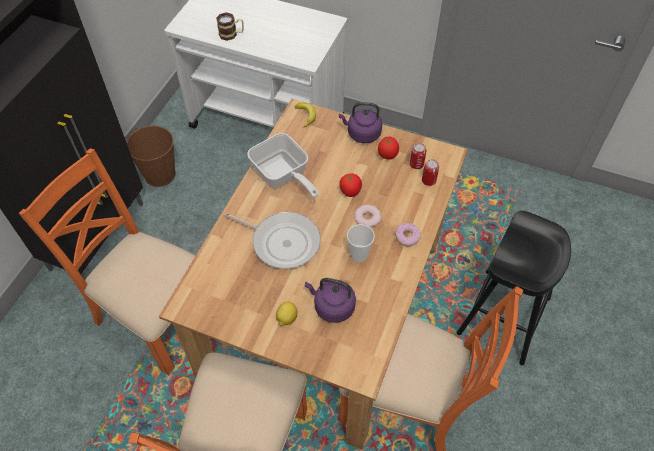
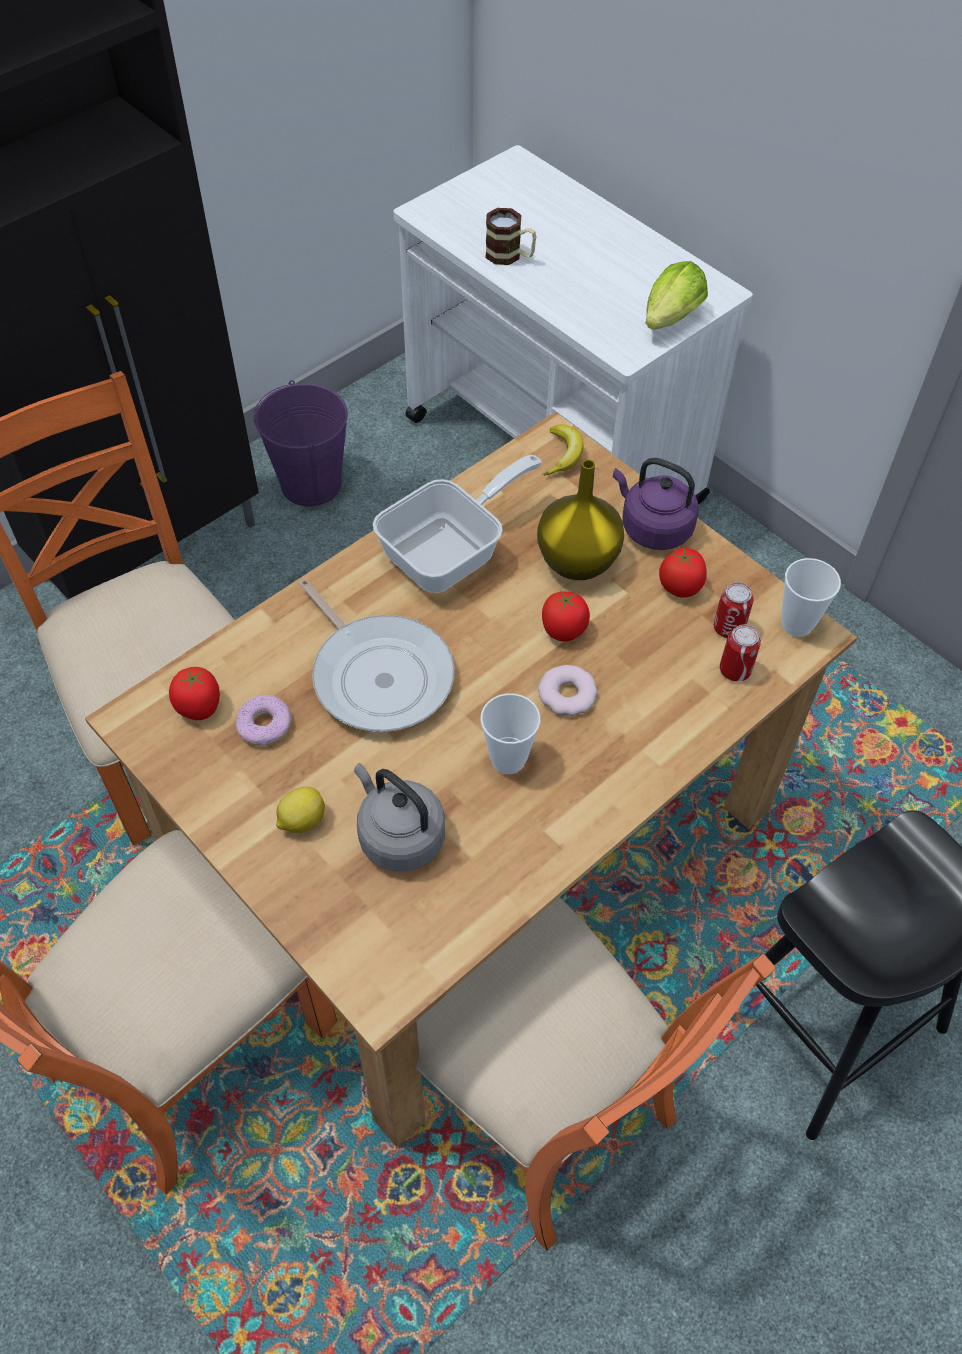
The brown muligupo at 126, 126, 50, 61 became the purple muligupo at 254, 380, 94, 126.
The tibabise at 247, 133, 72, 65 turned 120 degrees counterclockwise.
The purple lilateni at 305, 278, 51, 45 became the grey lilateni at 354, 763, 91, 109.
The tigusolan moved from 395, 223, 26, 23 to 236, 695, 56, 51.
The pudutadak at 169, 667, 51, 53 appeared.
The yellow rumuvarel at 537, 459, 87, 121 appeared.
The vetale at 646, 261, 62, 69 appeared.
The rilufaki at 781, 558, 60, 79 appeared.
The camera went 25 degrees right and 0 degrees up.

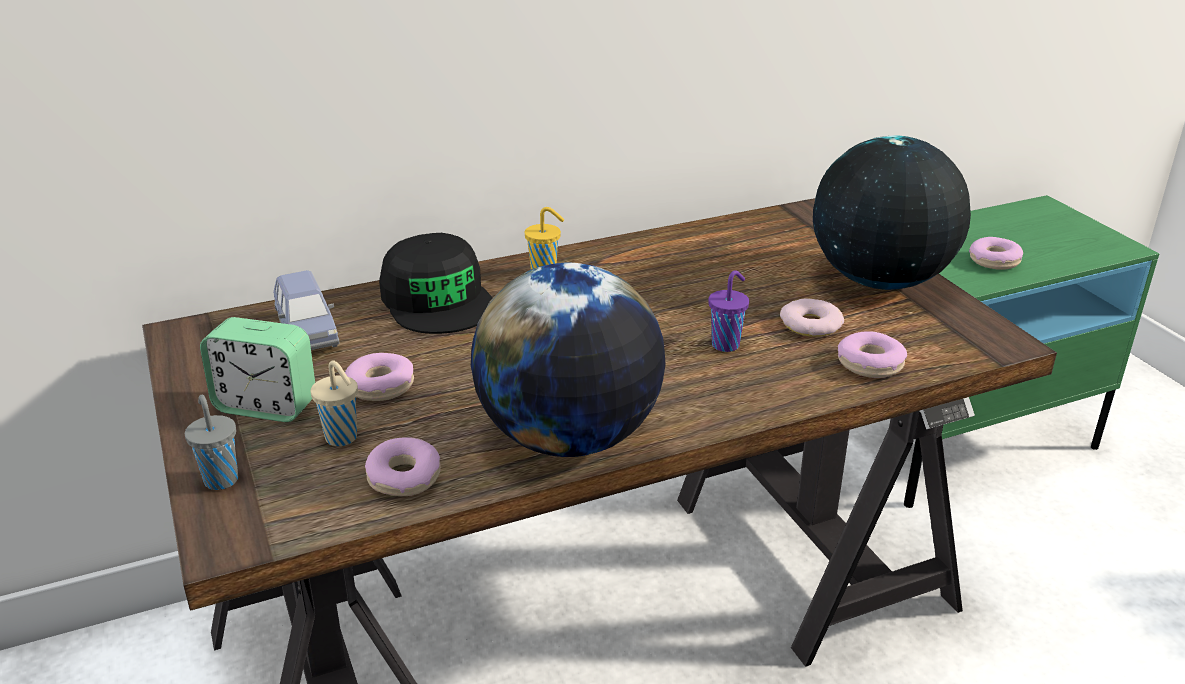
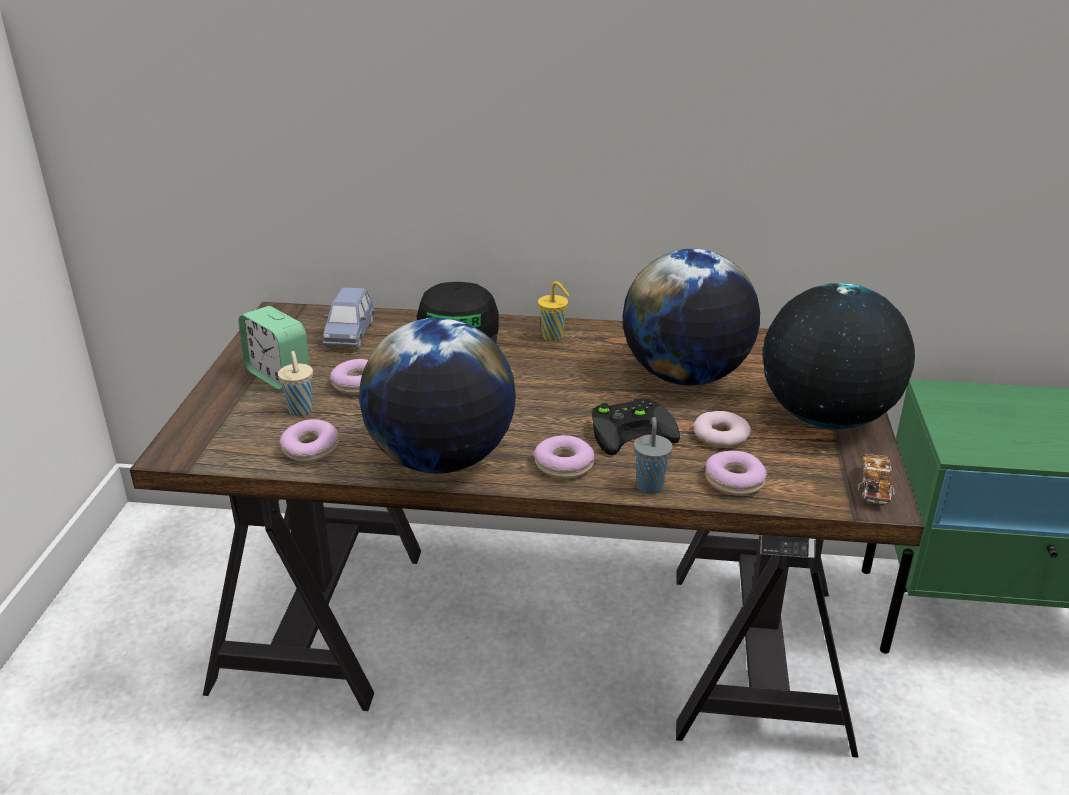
The grey rilufaki moved from 185, 395, 53, 95 to 634, 417, 39, 77.
The purple rilufaki at 708, 270, 41, 82 was replaced by the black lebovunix at 592, 398, 88, 57.
The tigusolan moved from 969, 237, 54, 33 to 534, 435, 60, 44.
The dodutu at 622, 249, 138, 137 appeared.
The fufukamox at 858, 454, 37, 50 appeared.
The camera went 30 degrees right and 0 degrees up.

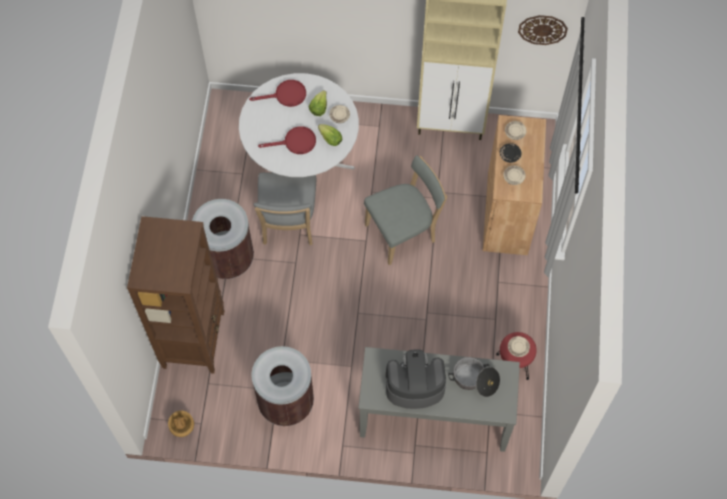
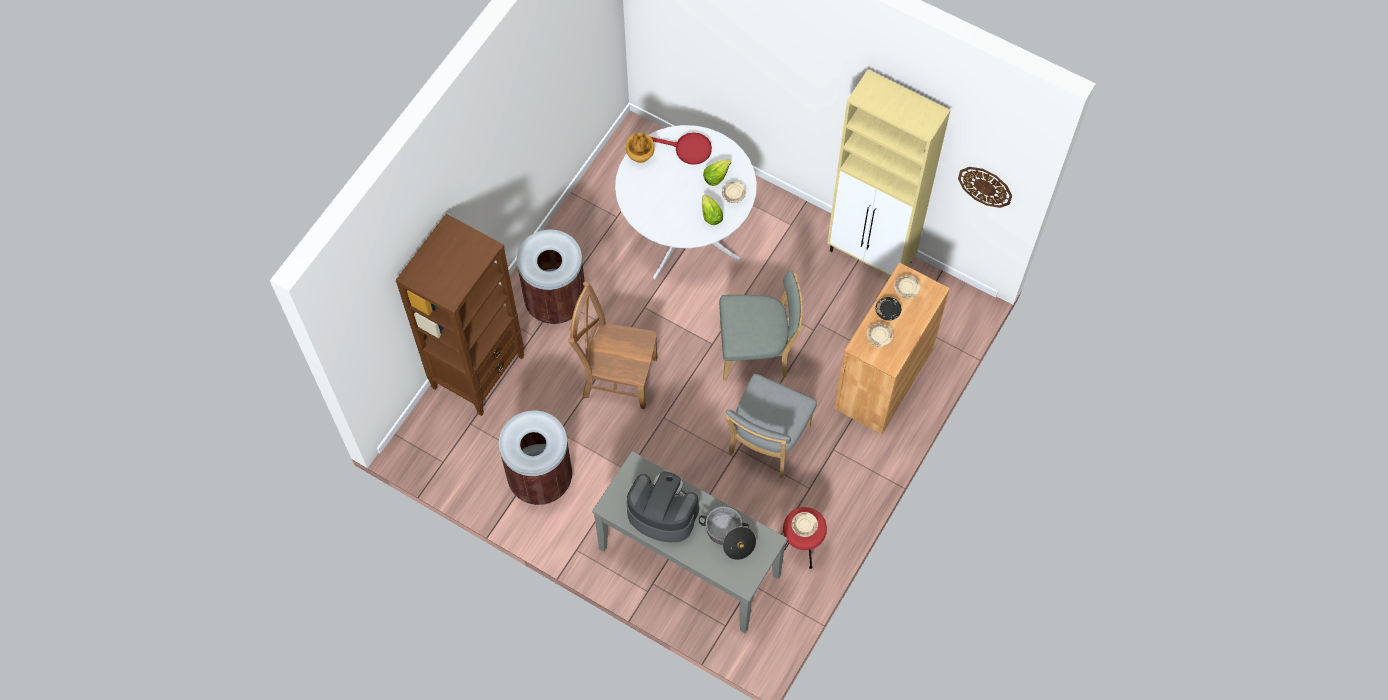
The brown rumuvarel moved from 168, 411, 26, 26 to 626, 133, 29, 30.
The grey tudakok moved from 253, 172, 63, 73 to 725, 374, 92, 104.
The red tibabise at 258, 126, 58, 28 disappeared.
The brown tudakok at 568, 281, 89, 128 appeared.
The camera went 25 degrees right and 0 degrees up.

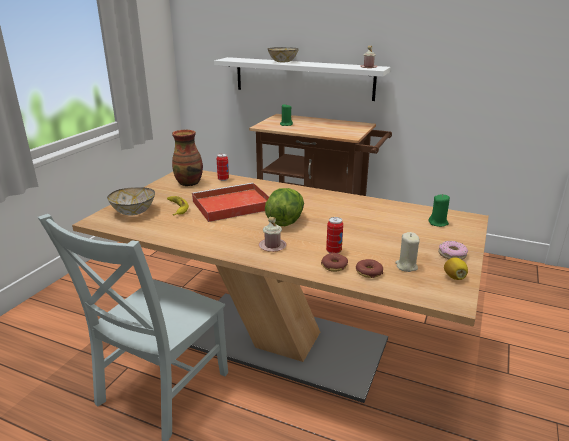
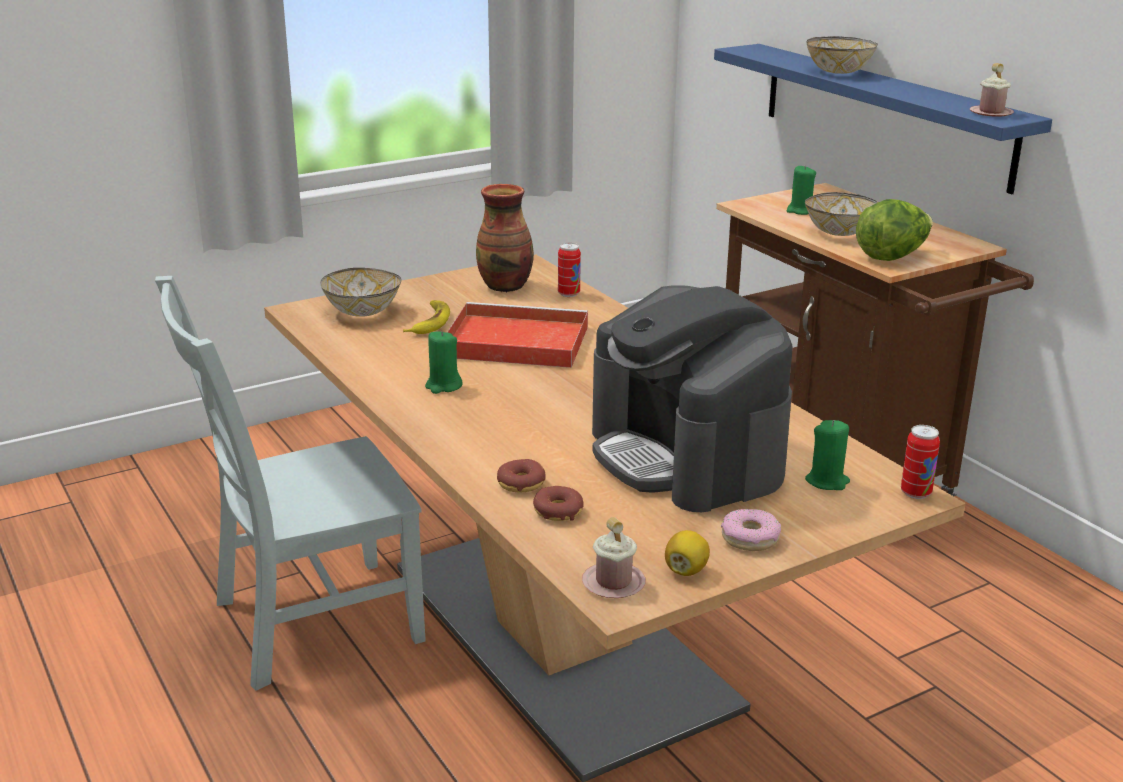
The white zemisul at 214, 57, 176, 44 became the blue zemisul at 714, 44, 338, 150.
The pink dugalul moved from 259, 217, 28, 35 to 582, 517, 64, 81.
The vetale moved from 265, 188, 39, 38 to 856, 199, 77, 62.
The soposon moved from 326, 217, 17, 37 to 901, 425, 39, 74.
The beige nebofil at 395, 232, 24, 40 disappeared.
The green nebofil at 425, 331, 37, 63 appeared.
The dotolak at 592, 285, 200, 227 appeared.
The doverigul at 805, 192, 73, 44 appeared.
The camera went 35 degrees right and 0 degrees up.

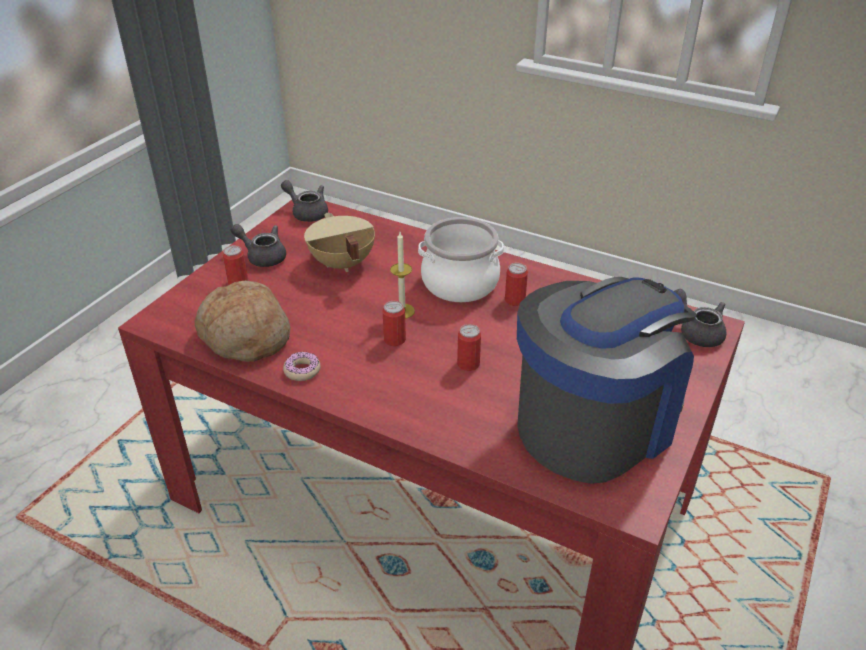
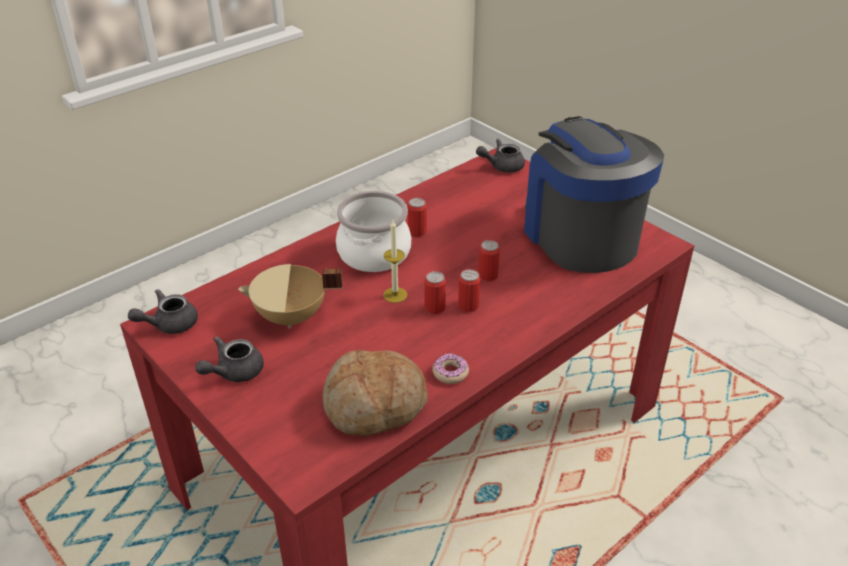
The soposon moved from 223, 245, 25, 40 to 458, 269, 22, 43.
The camera went 70 degrees left and 0 degrees up.

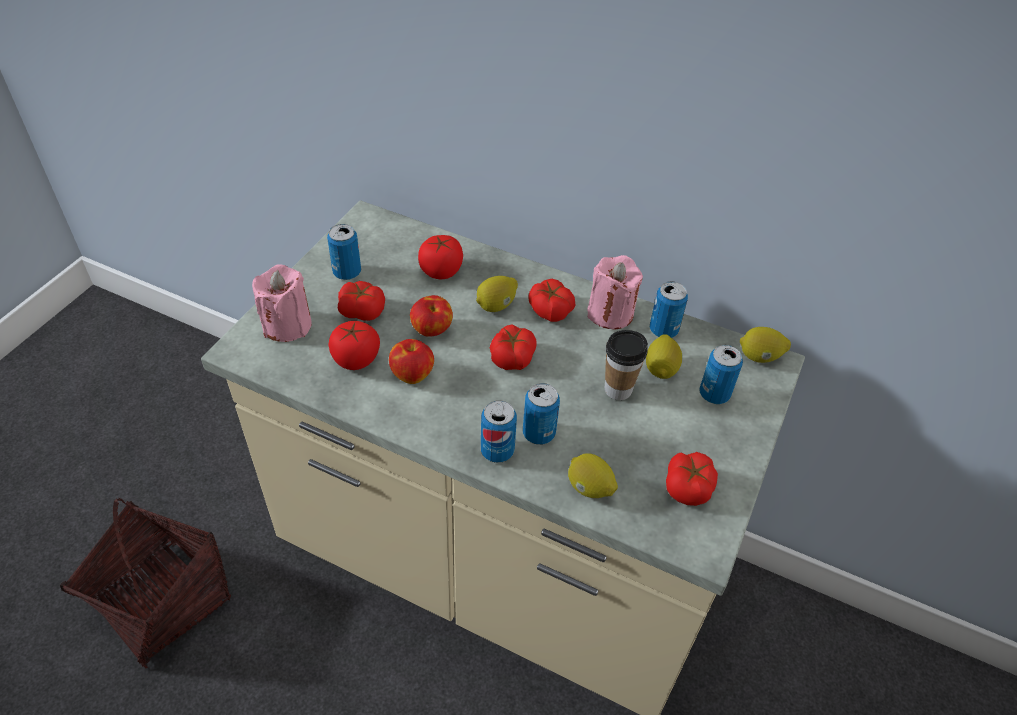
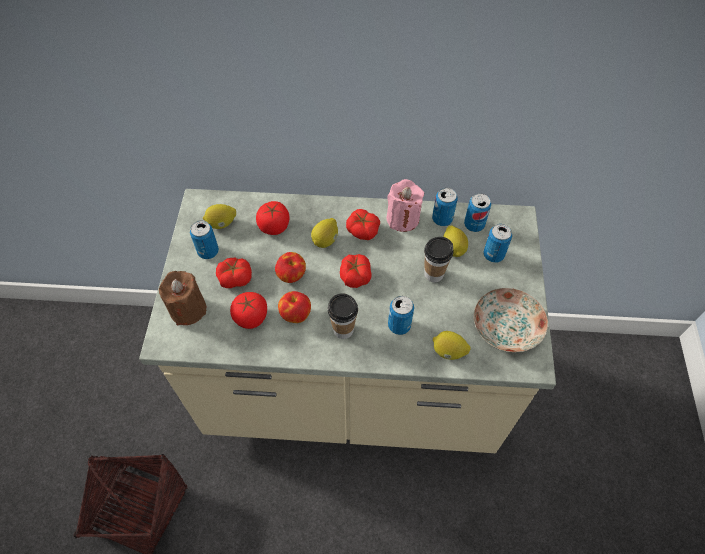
The pink nebofil at 252, 264, 60, 78 became the brown nebofil at 159, 271, 47, 55.
The soposon moved from 481, 400, 36, 63 to 464, 193, 27, 39.
The pudutadak at 666, 452, 52, 54 was replaced by the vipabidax at 474, 288, 74, 64.
The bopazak moved from 740, 327, 51, 36 to 203, 204, 33, 25.
The rilufaki at 328, 293, 30, 46 appeared.
The camera went 20 degrees left and 10 degrees up.

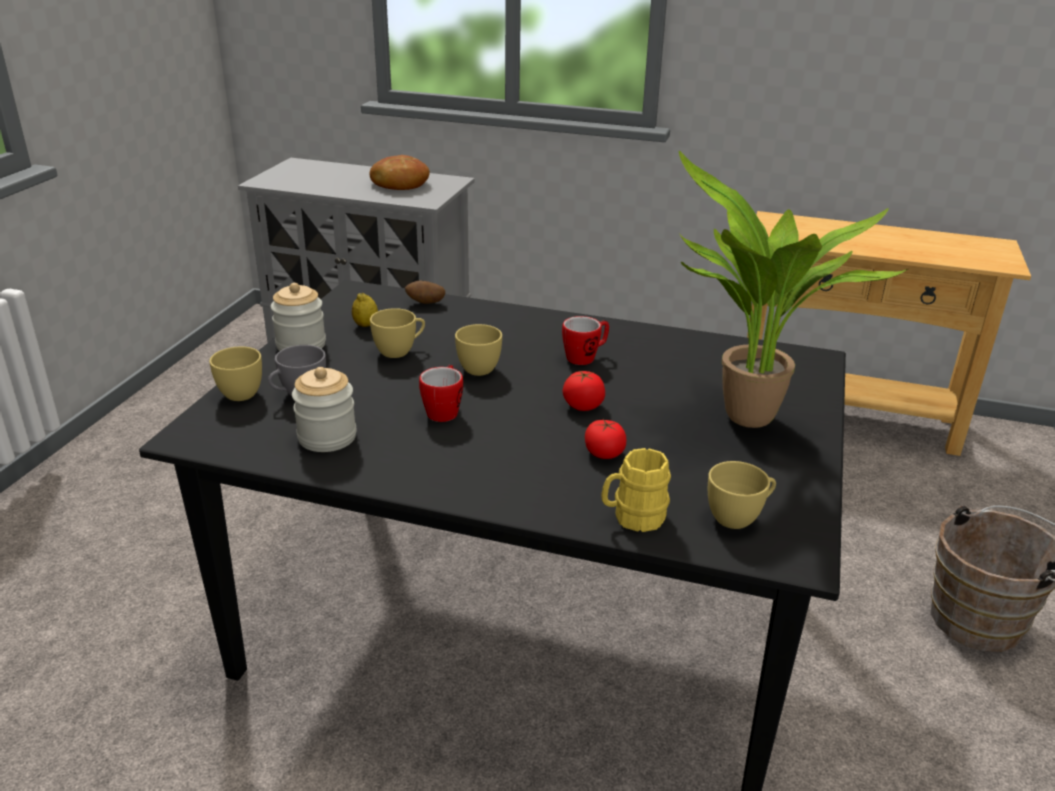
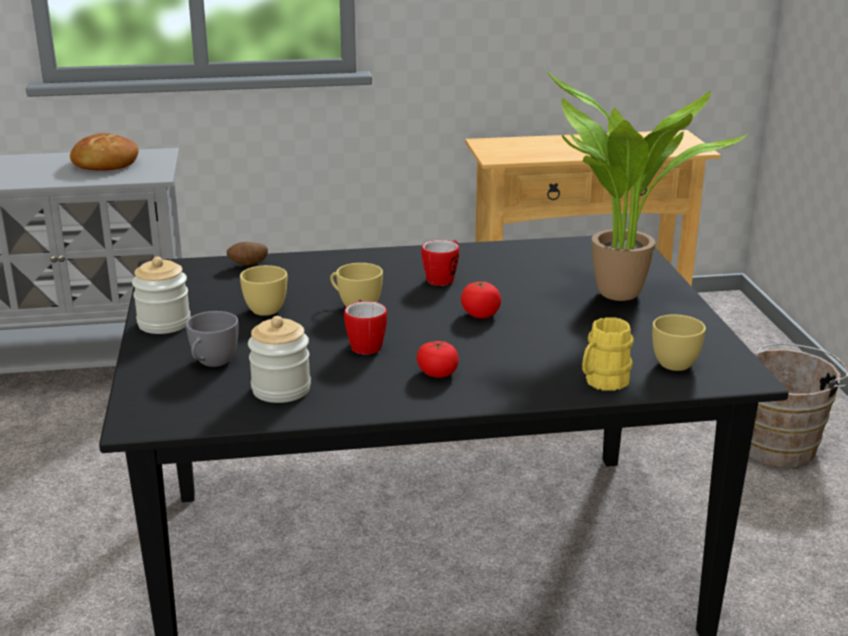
The yellow rilufaki at 209, 347, 53, 54 disappeared.
The bopazak at 352, 293, 26, 34 disappeared.
The pudutadak moved from 585, 419, 41, 40 to 417, 341, 42, 37.
The camera went 25 degrees left and 5 degrees down.

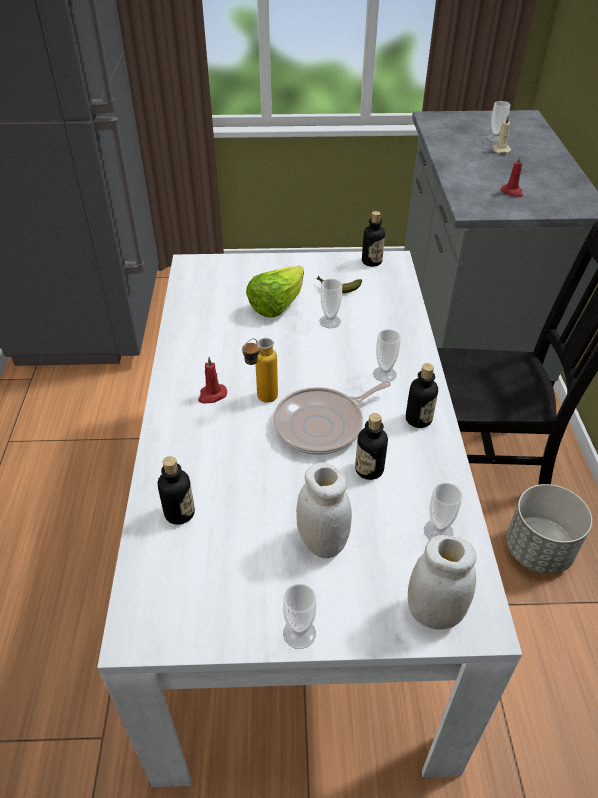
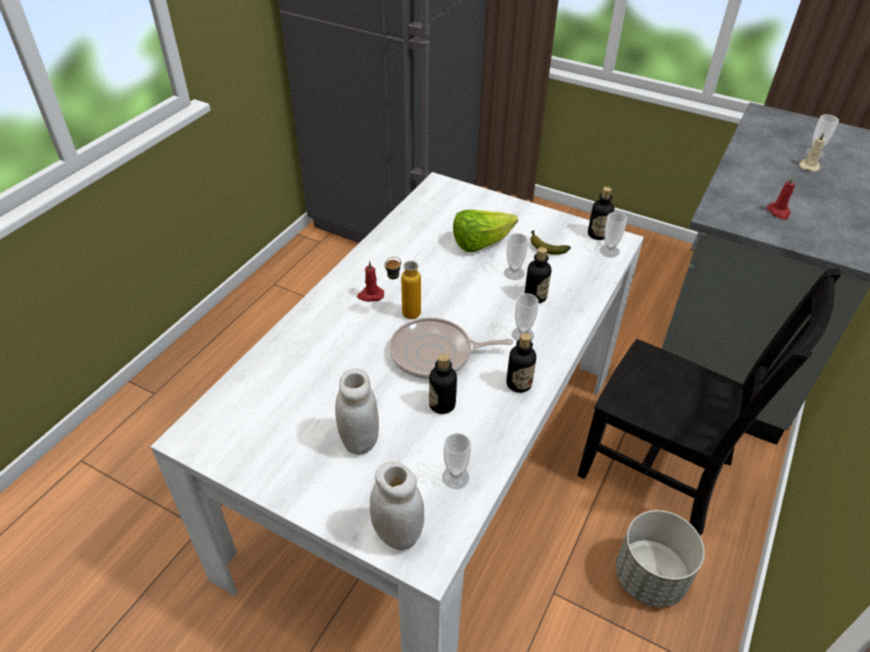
The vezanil moved from 158, 456, 37, 69 to 525, 247, 26, 56.
The rilufaki moved from 283, 584, 33, 65 to 600, 212, 27, 45.
The camera went 30 degrees right and 0 degrees up.

